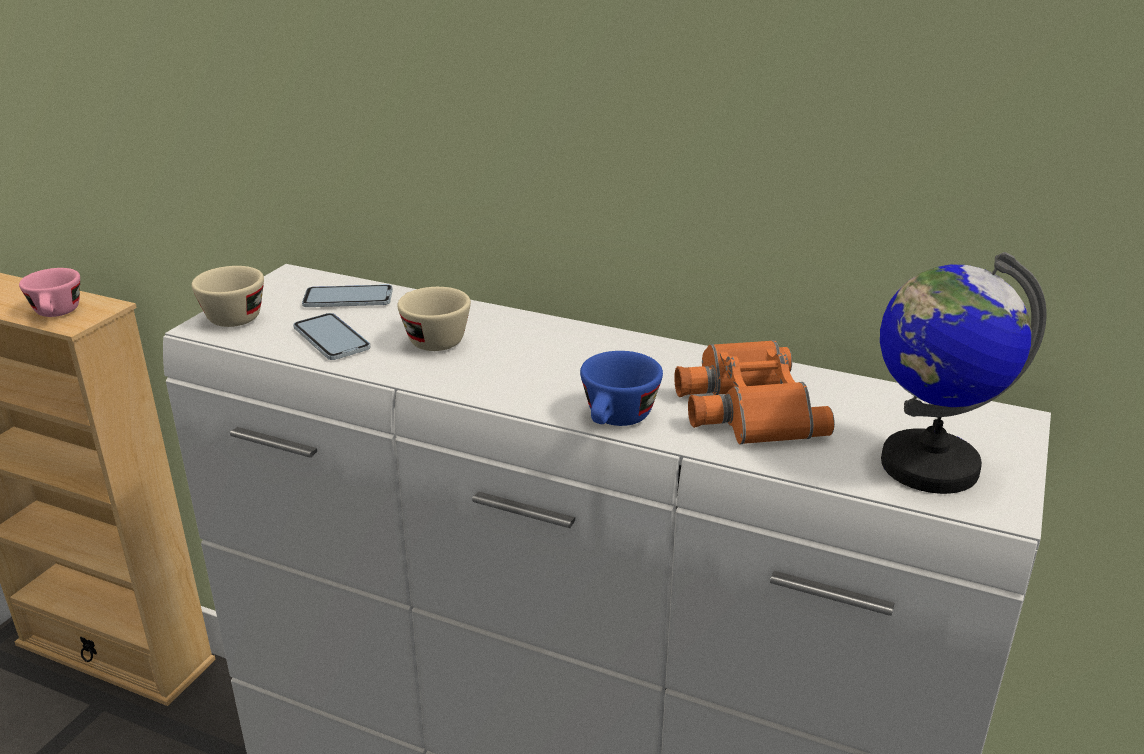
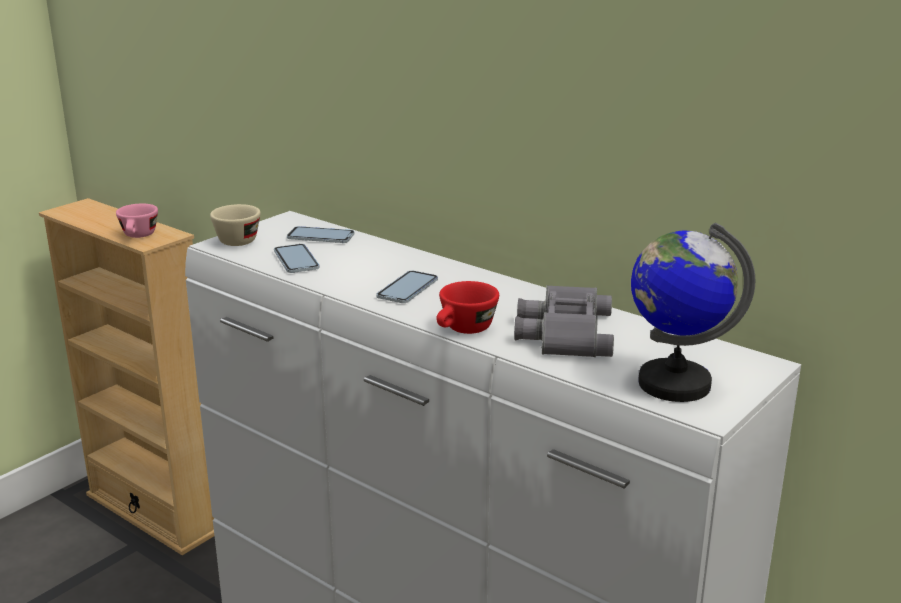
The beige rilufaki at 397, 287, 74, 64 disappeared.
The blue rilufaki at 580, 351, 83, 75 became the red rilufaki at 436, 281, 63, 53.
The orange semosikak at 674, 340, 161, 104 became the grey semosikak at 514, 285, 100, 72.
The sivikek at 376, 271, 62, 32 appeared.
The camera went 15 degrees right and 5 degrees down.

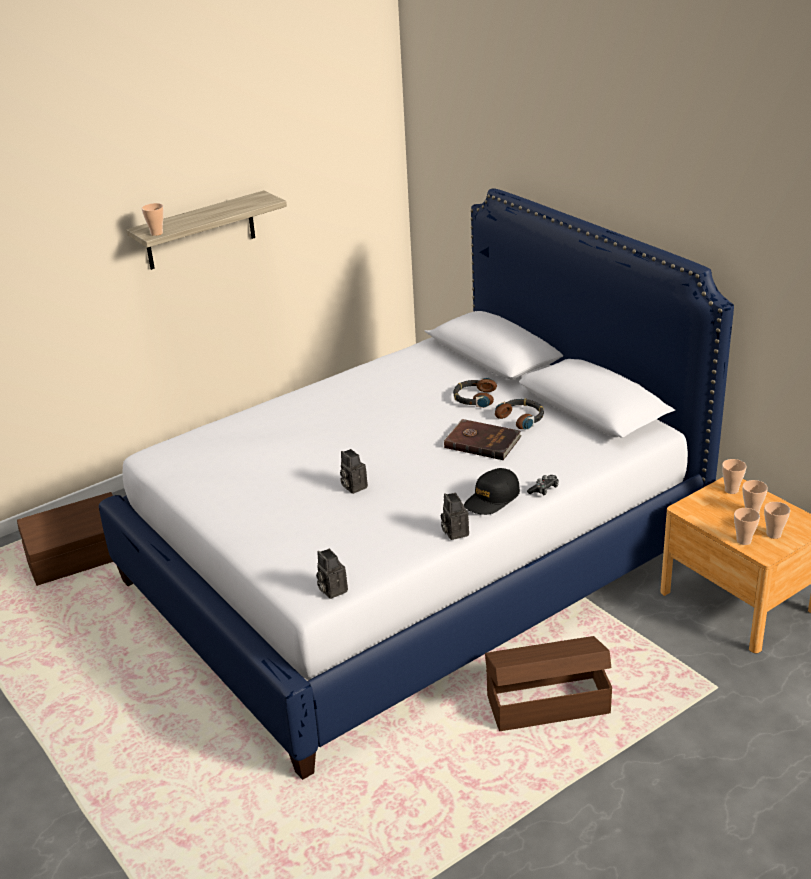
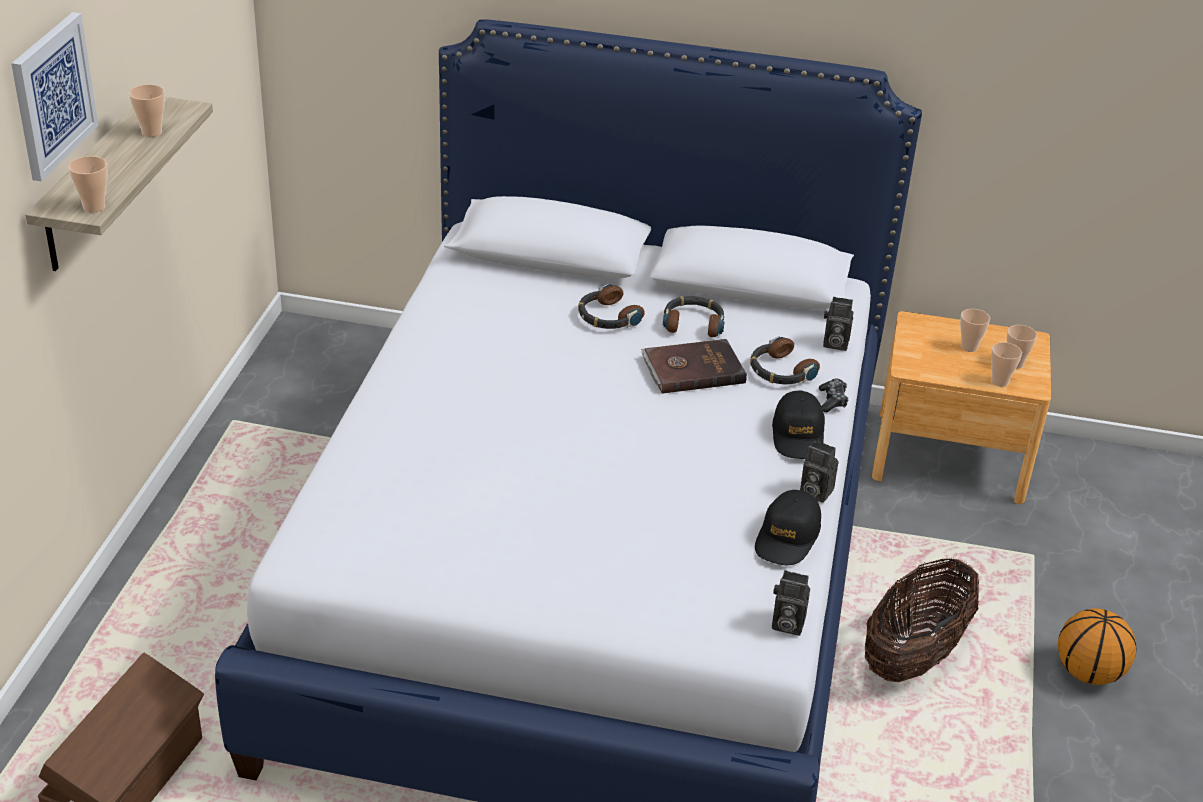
The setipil moved from 340, 449, 28, 45 to 823, 297, 30, 54.
The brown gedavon at 485, 636, 127, 95 was replaced by the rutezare at 865, 559, 114, 123.
The rilufaki moved from 722, 459, 25, 35 to 129, 84, 36, 53.
The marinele at 11, 12, 87, 170 appeared.
The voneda at 750, 336, 70, 48 appeared.
The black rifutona at 755, 490, 66, 75 appeared.
The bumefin at 1058, 608, 79, 77 appeared.
The camera went 45 degrees left and 5 degrees up.

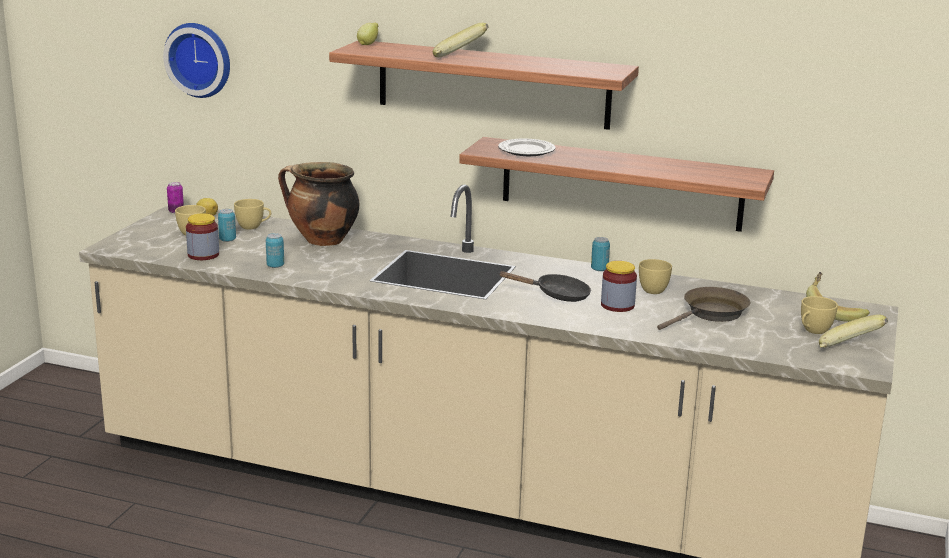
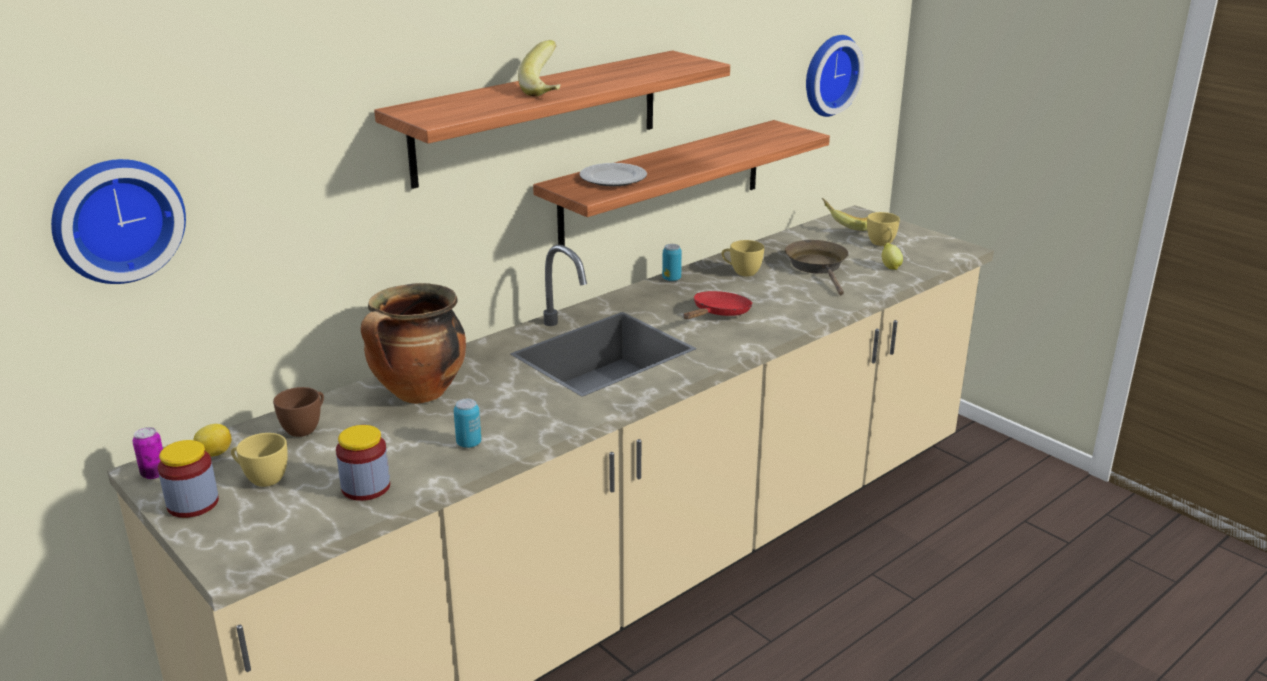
The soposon at 218, 209, 18, 33 disappeared.
The yellow rilufaki at 234, 199, 37, 31 became the brown rilufaki at 273, 387, 51, 50.
The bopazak moved from 357, 23, 21, 22 to 881, 243, 22, 27.
The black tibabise at 498, 271, 93, 31 became the red tibabise at 683, 291, 69, 28.
The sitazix moved from 601, 261, 36, 51 to 158, 440, 61, 78.
The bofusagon at 819, 314, 69, 34 disappeared.
The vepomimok at 806, 35, 58, 82 appeared.
The camera went 60 degrees left and 5 degrees up.

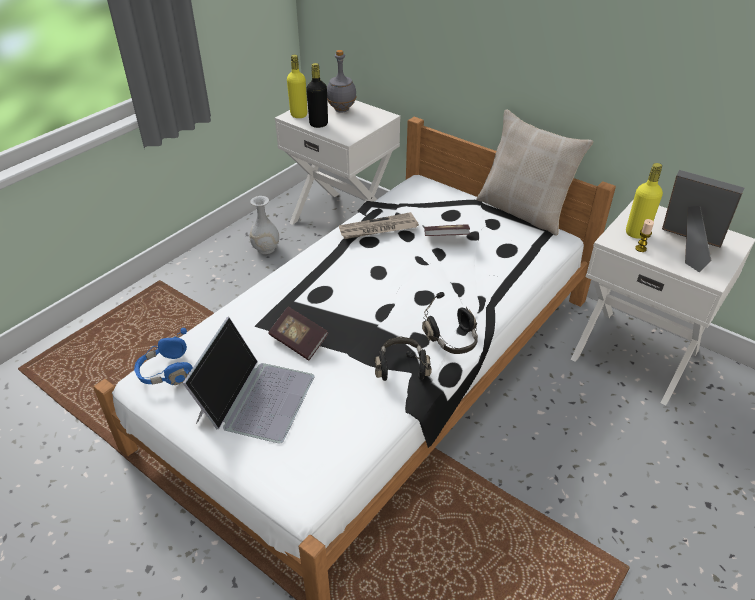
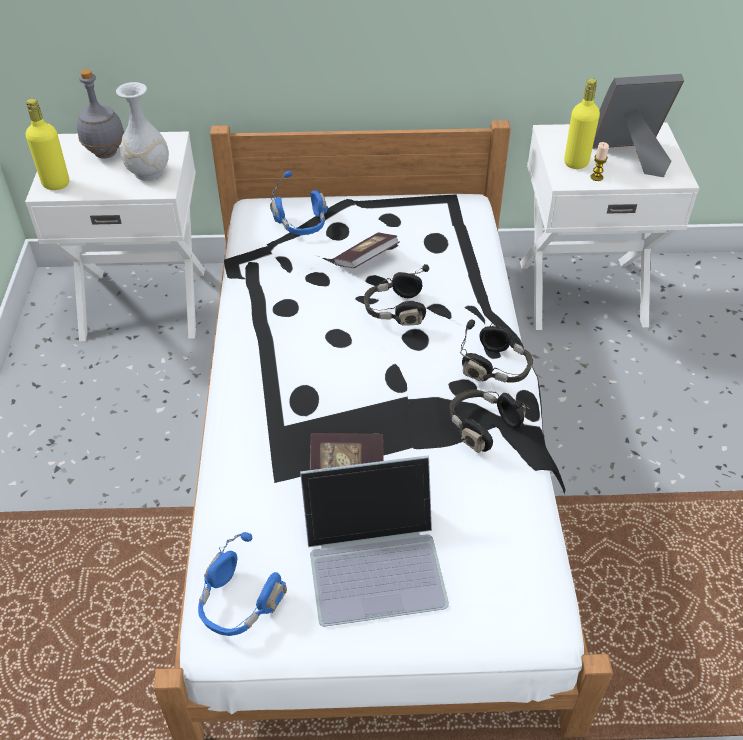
The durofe at 182, 317, 132, 127 turned 105 degrees clockwise.
The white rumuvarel moved from 250, 196, 29, 58 to 116, 82, 53, 99.
The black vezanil at 306, 63, 22, 65 disappeared.
The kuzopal at 339, 212, 80, 27 disappeared.
The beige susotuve at 476, 110, 117, 125 disappeared.
The blue voneda at 270, 171, 58, 64 appeared.
The black voneda at 364, 264, 65, 62 appeared.
The camera went 40 degrees left and 5 degrees up.

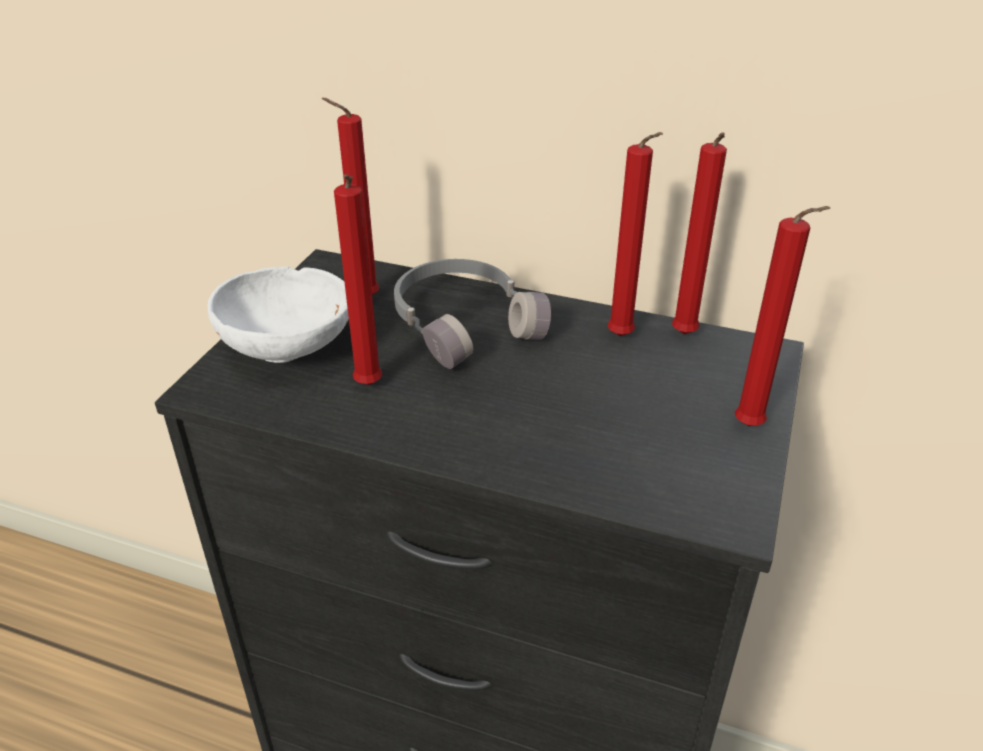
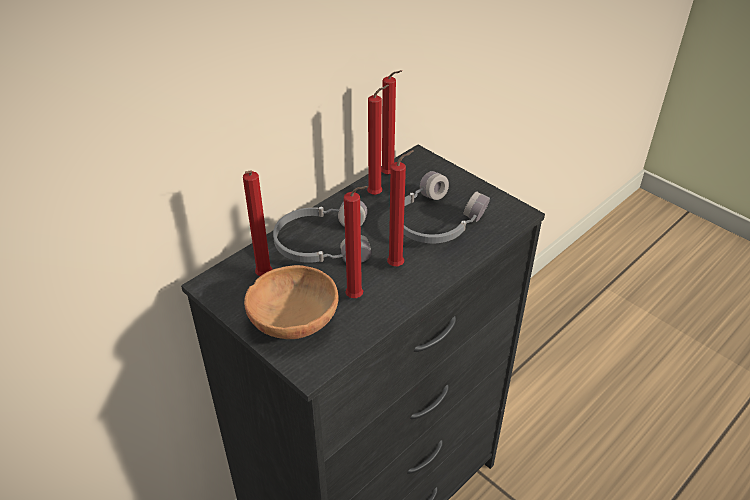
The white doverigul at 208, 266, 141, 97 became the brown doverigul at 244, 265, 95, 74.
The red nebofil moved from 735, 206, 95, 220 to 387, 150, 27, 116.
The grey voneda at 404, 171, 86, 72 appeared.
The camera went 65 degrees left and 5 degrees up.

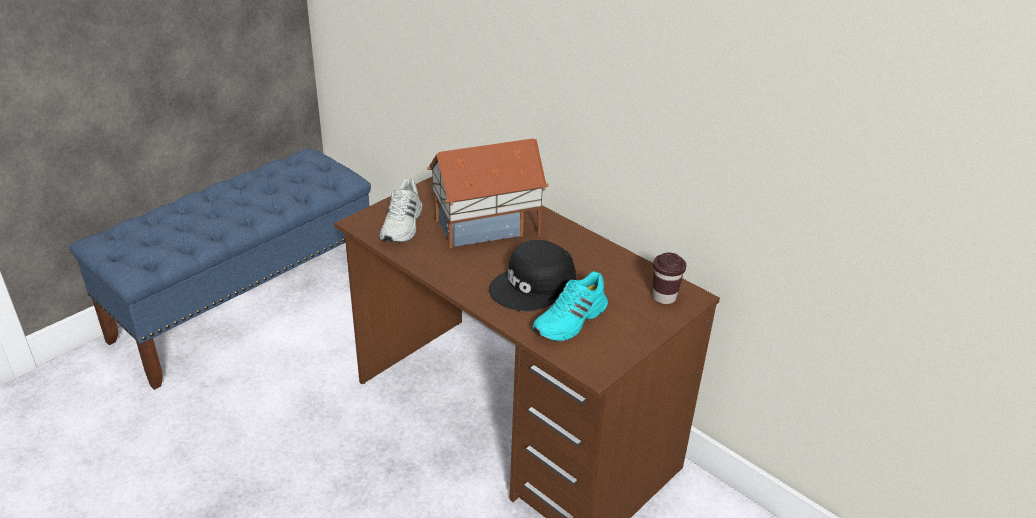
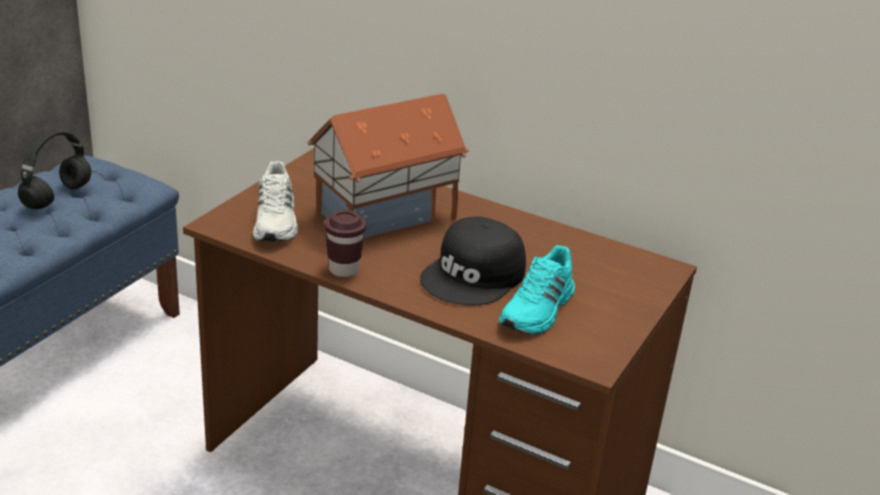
The brown rilufaki moved from 653, 253, 33, 51 to 324, 210, 42, 67.
The black voneda at 18, 130, 73, 79 appeared.
The camera went 15 degrees left and 5 degrees down.

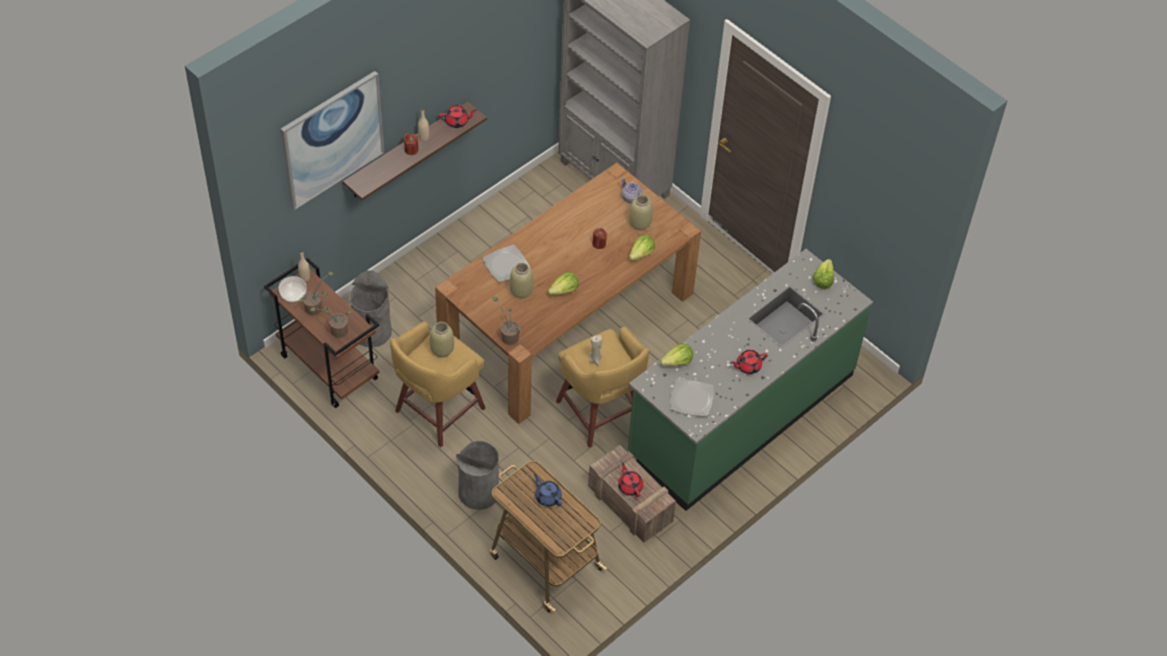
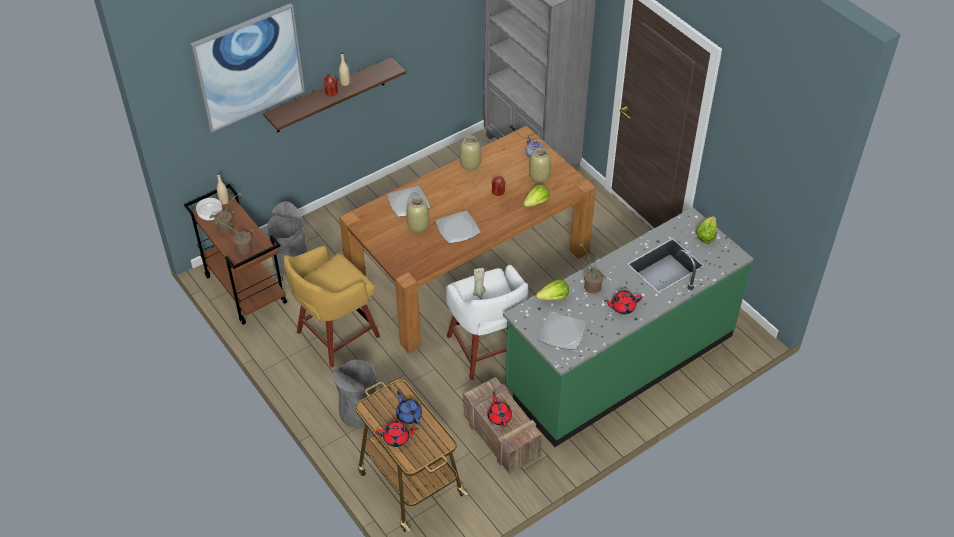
The beige rumuvarel moved from 430, 322, 24, 36 to 460, 135, 21, 35.
The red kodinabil moved from 439, 105, 38, 23 to 376, 421, 43, 26.
The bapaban moved from 492, 297, 30, 48 to 579, 243, 27, 51.
The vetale at 548, 272, 31, 23 was replaced by the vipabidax at 436, 211, 44, 32.
The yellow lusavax at 556, 326, 93, 121 became the white lusavax at 446, 265, 82, 115.
The camera went 10 degrees right and 5 degrees down.

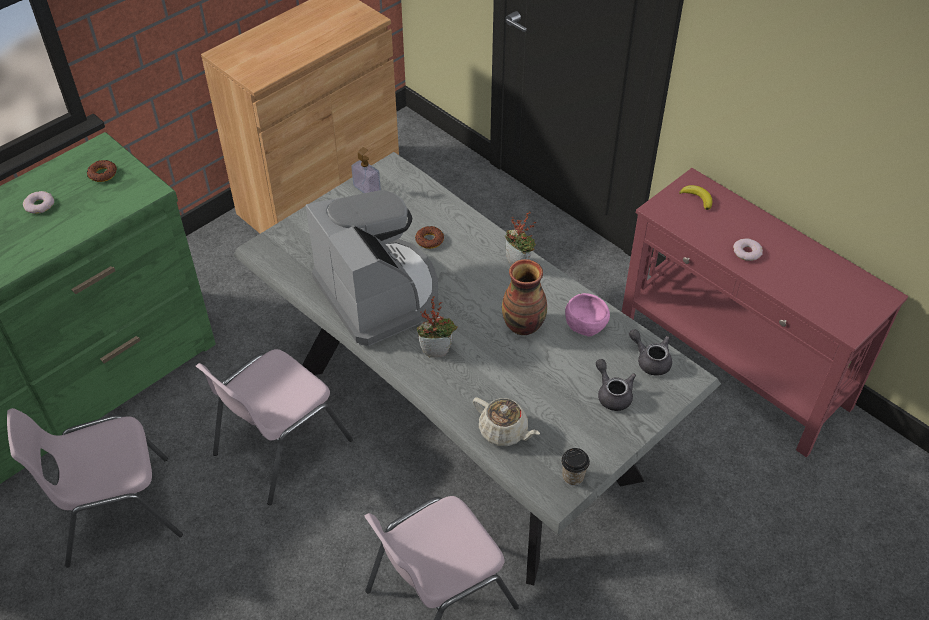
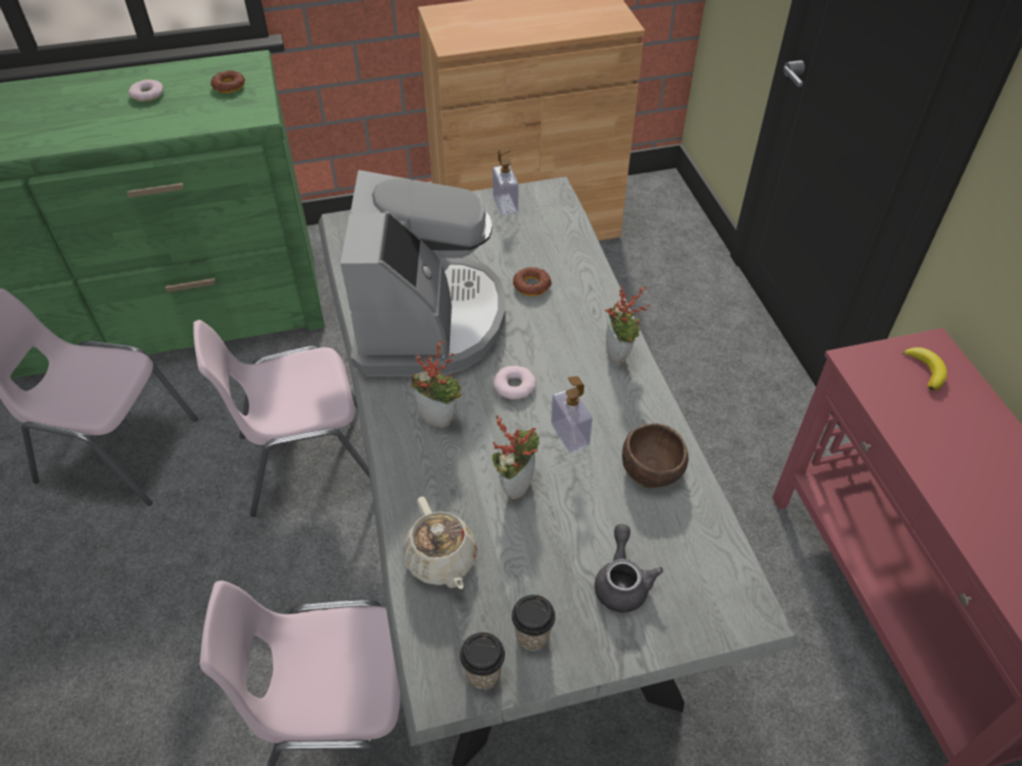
The rumuvarel at 502, 259, 45, 76 was replaced by the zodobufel at 551, 376, 41, 76.
The pink doverigul at 565, 293, 45, 44 became the brown doverigul at 622, 423, 66, 65.
The grey kodinabil at 629, 329, 43, 47 disappeared.
The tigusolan moved from 733, 238, 30, 23 to 494, 366, 42, 34.
The bapaban at 492, 415, 47, 84 appeared.
The rilufaki at 512, 595, 43, 56 appeared.
The camera went 30 degrees right and 0 degrees up.

